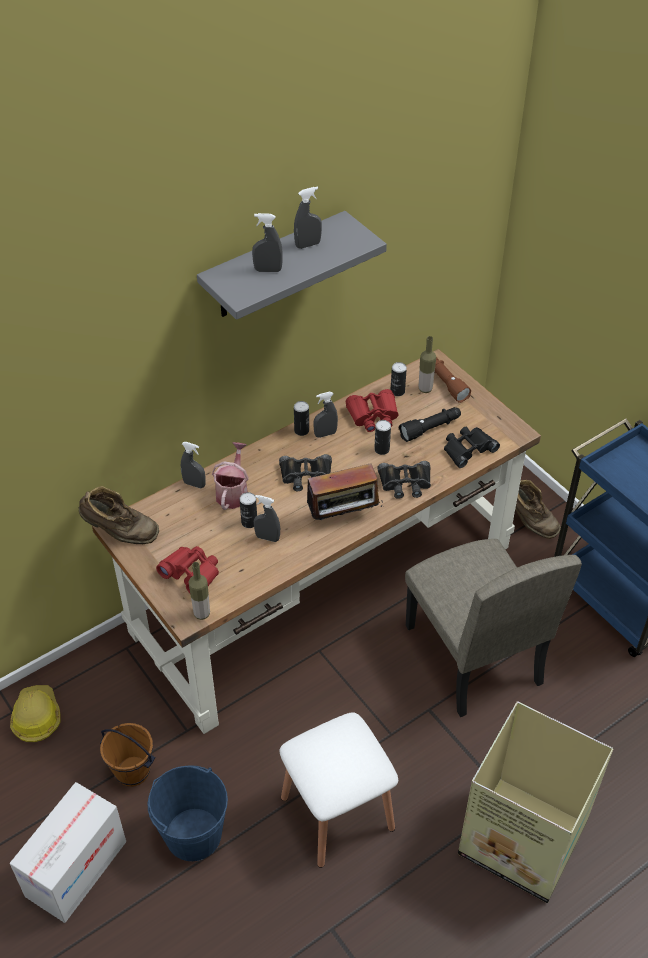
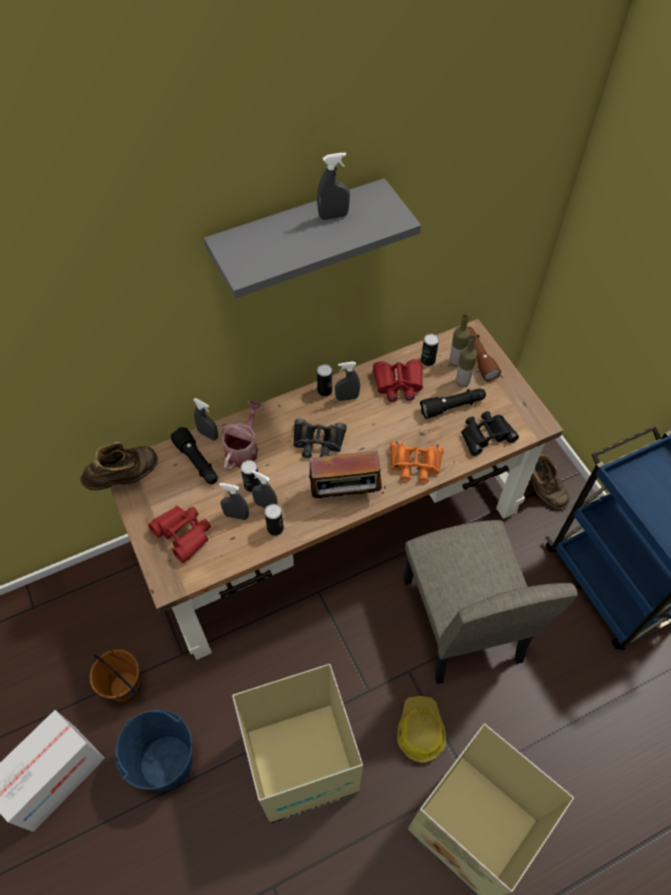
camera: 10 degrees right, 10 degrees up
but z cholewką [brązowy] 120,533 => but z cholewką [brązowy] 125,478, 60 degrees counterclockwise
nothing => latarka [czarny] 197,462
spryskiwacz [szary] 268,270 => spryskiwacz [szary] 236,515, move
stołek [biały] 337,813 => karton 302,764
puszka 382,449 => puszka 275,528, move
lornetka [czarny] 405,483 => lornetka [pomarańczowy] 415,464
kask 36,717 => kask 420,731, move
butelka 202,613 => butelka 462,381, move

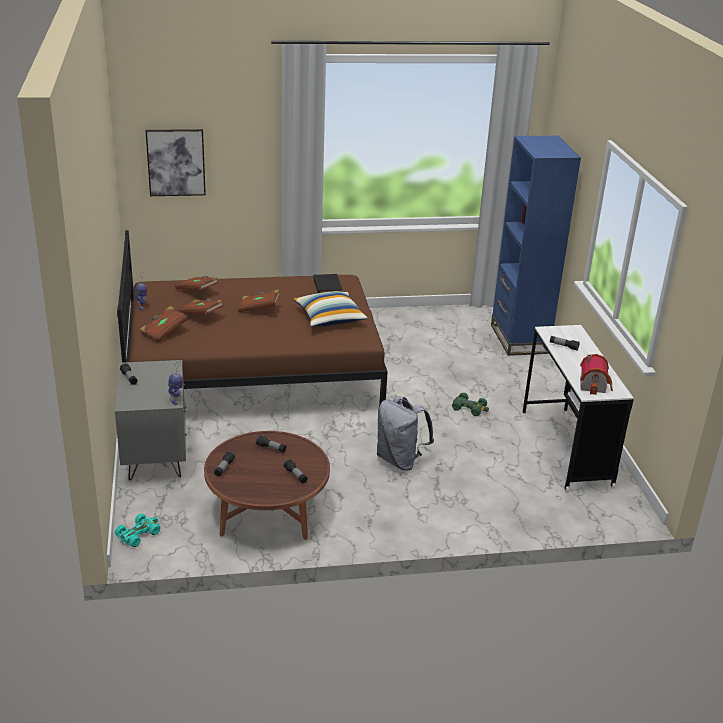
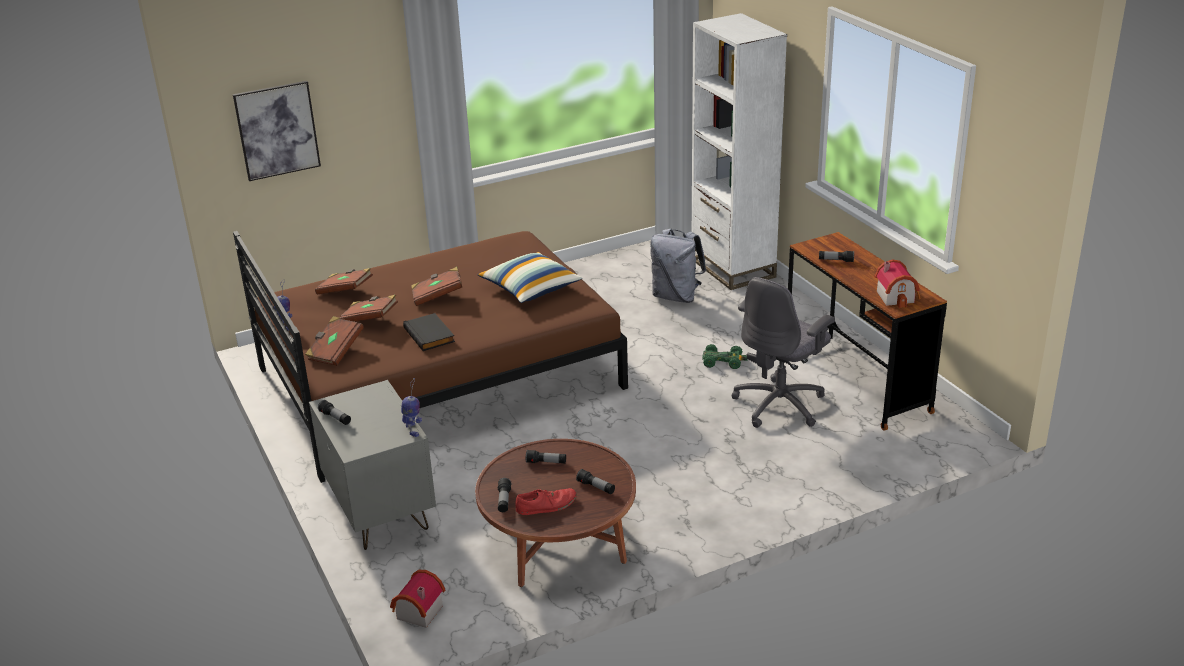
camera: 15 degrees left, 0 degrees up
samochodzik [turkusowy] 138,534 => domek 416,612
książka [czarny] 328,287 => książka [czarny] 430,335, move
nothing => but [czerwony] 546,506
plecak [szary] 400,460 => plecak [szary] 676,296, move
regał [niebieski] 519,339 => regał [biały] 732,268
nothing => krzesło biurowe [szary] 780,404
biurko [biały] 566,448 => biurko [brązowy] 856,381

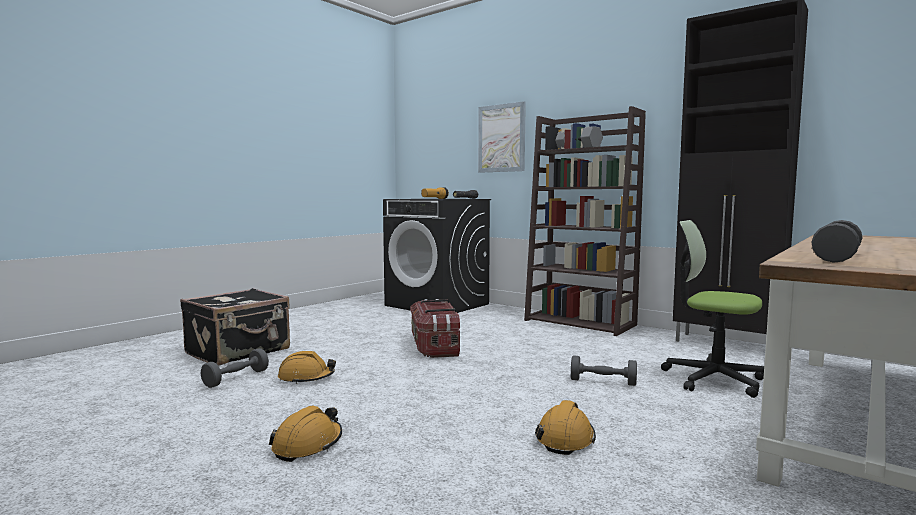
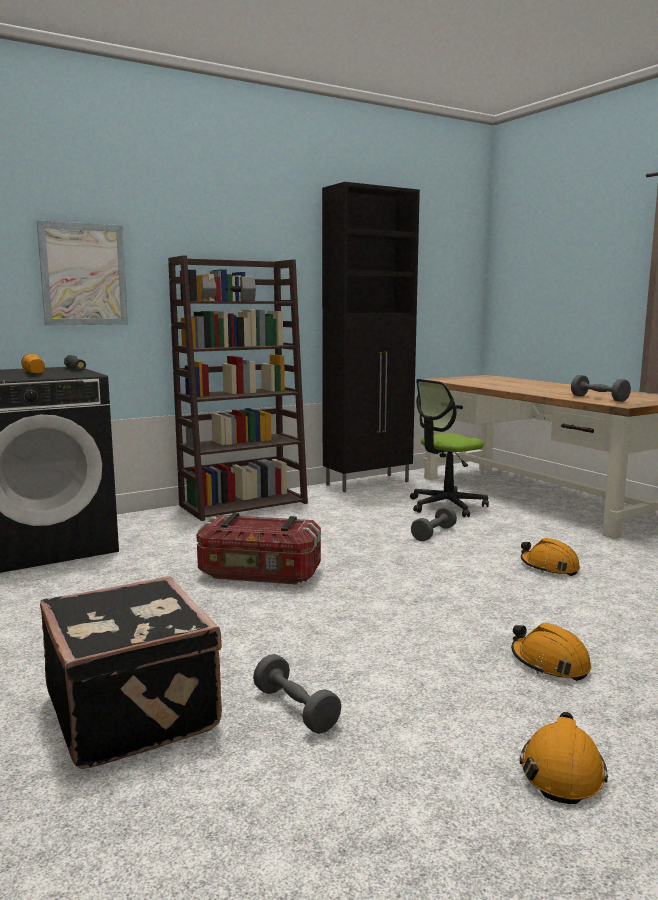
camera: 70 degrees left, 5 degrees up
kask [pomarańczowy] 306,378 => kask [pomarańczowy] 562,771, move

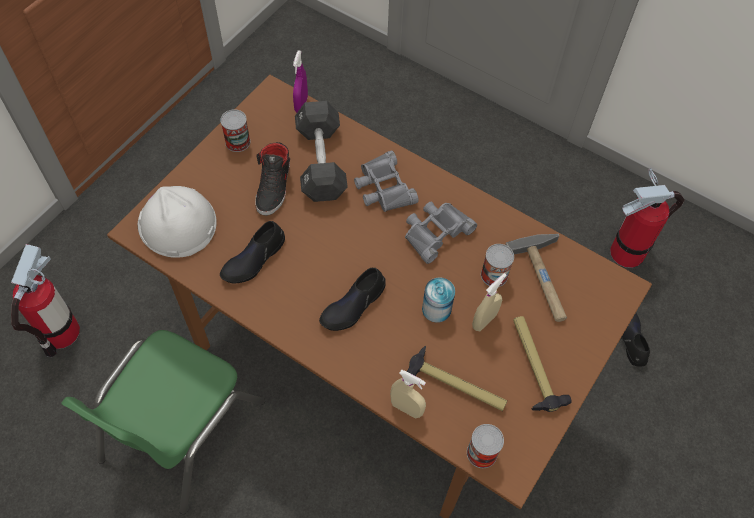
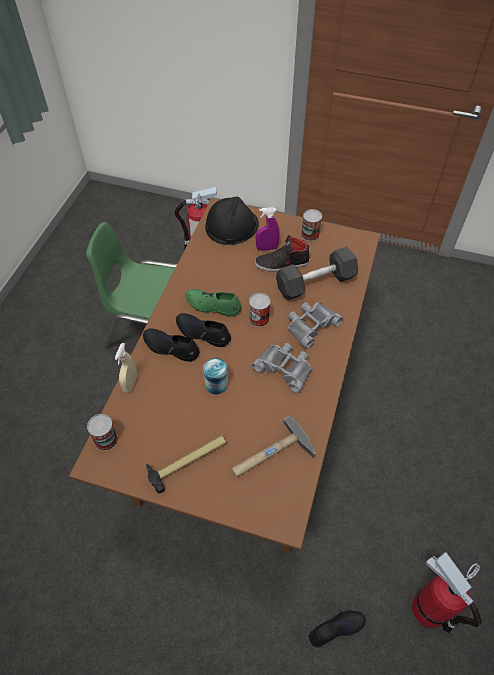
camera: 75 degrees right, 5 degrees down
but [czarny] 254,259 => but [czarny] 171,347, move
nothing => but [zielony] 213,305
kask [biały] 177,223 => kask [czarny] 231,225
puszka 494,275 => puszka 259,318, move
spryskiwacz [fioletowy] 301,105 => spryskiwacz [fioletowy] 267,248, move
młotek 456,385 => nothing
spryskiwacz [beżowy] 484,321 => nothing

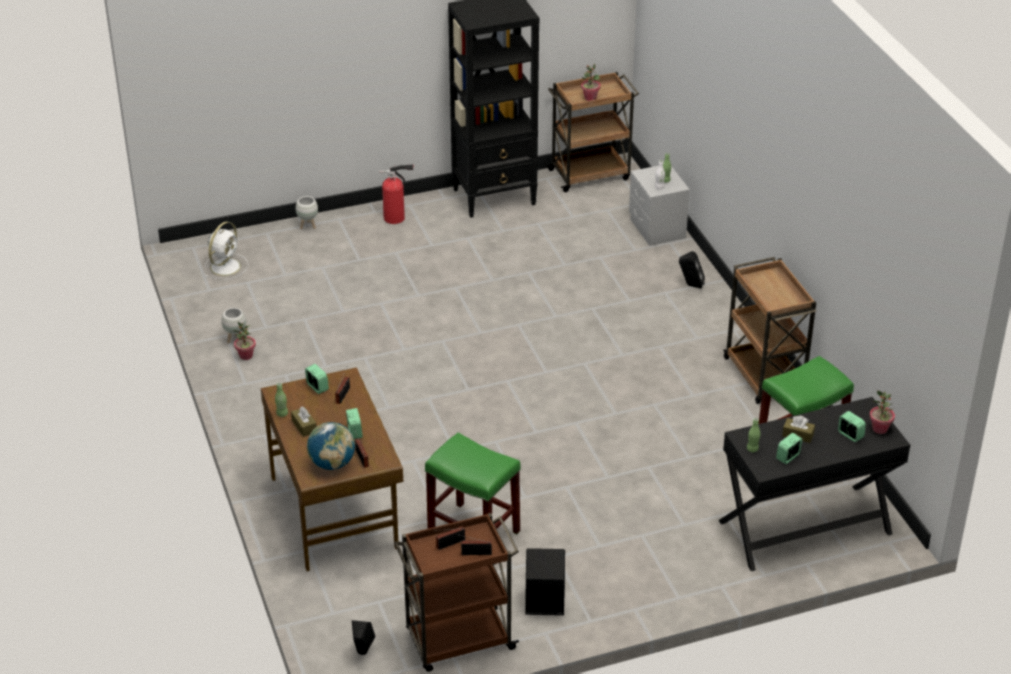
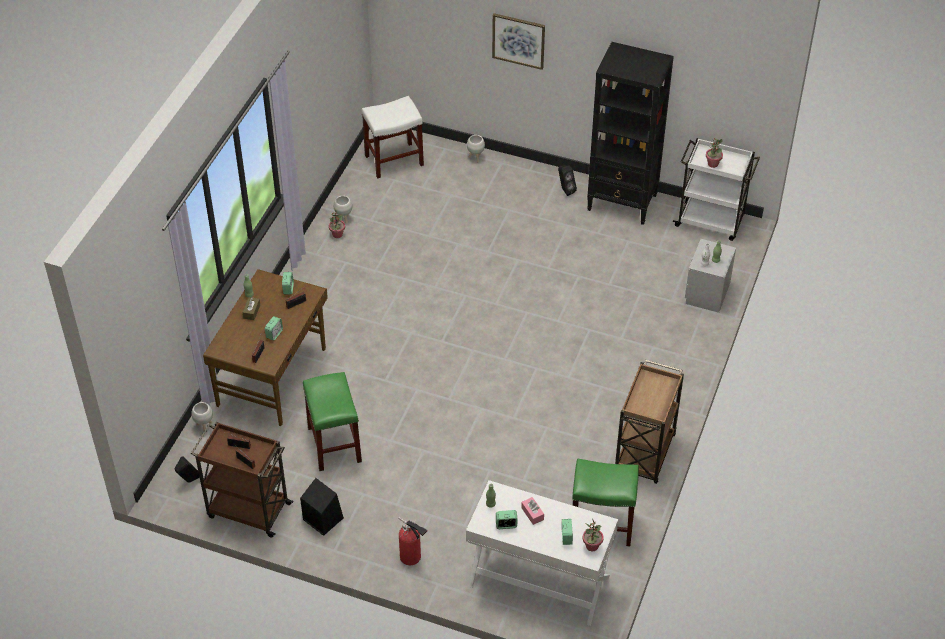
camera: 40 degrees right, 10 degrees up
nothing => donica [biały] 204,426
wentylator [biały] 226,266 => stołek [biały] 394,160
gaśnica 396,218 => gaśnica 412,558, move
biurko [czarny] 805,528 => biurko [biały] 538,581
nothing => obraz 518,40
pudełko chusteczek [brązowy] 798,435 => pudełko chusteczek [różowy] 532,513
głośnik [czarny] 690,285 => głośnik [czarny] 565,190, move
wózek [brązowy] 590,174 => wózek [biały] 711,221
globus 332,464 => nothing

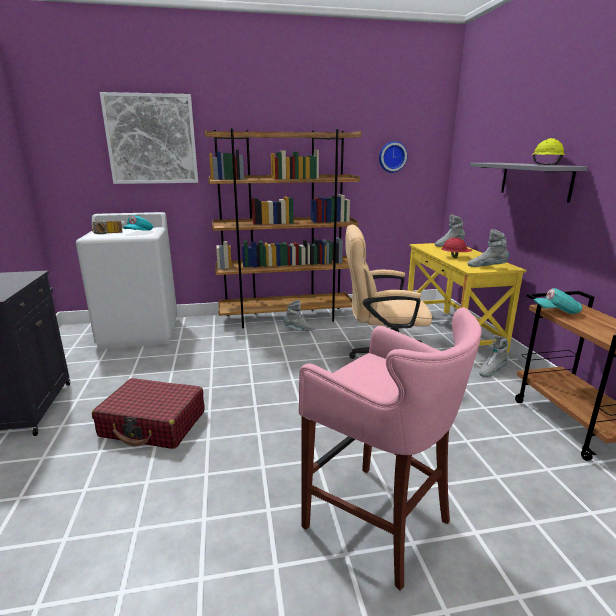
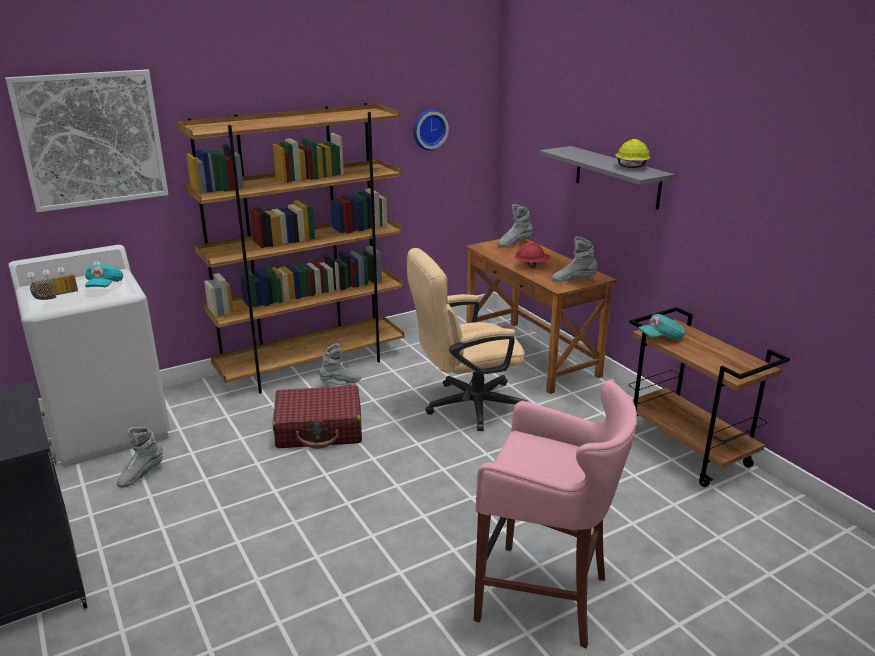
camera: 20 degrees left, 5 degrees up
but z cholewką [szary] 492,371 => but z cholewką [szary] 141,475, move
walizka [czerwony] 153,424 => walizka [czerwony] 319,429, move
biurko [żółty] 451,333 => biurko [brązowy] 531,355

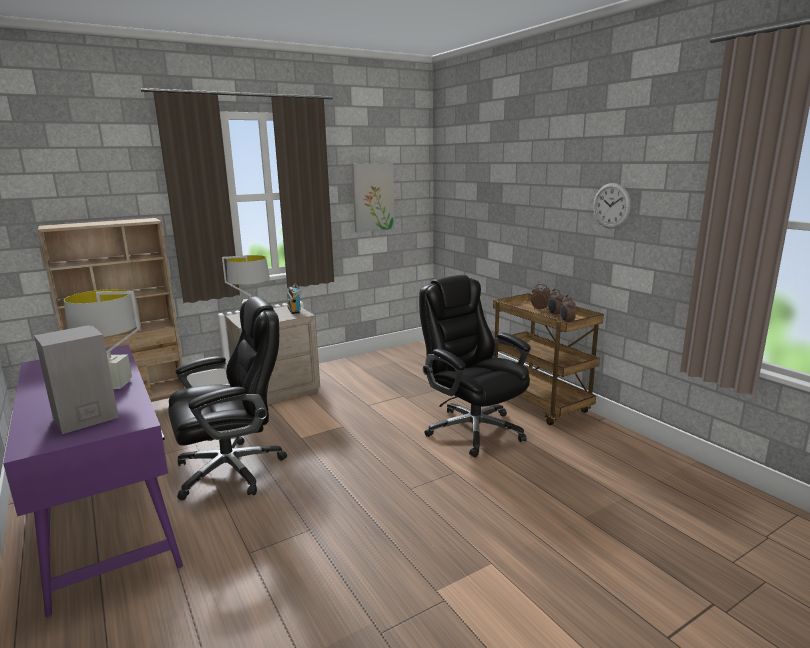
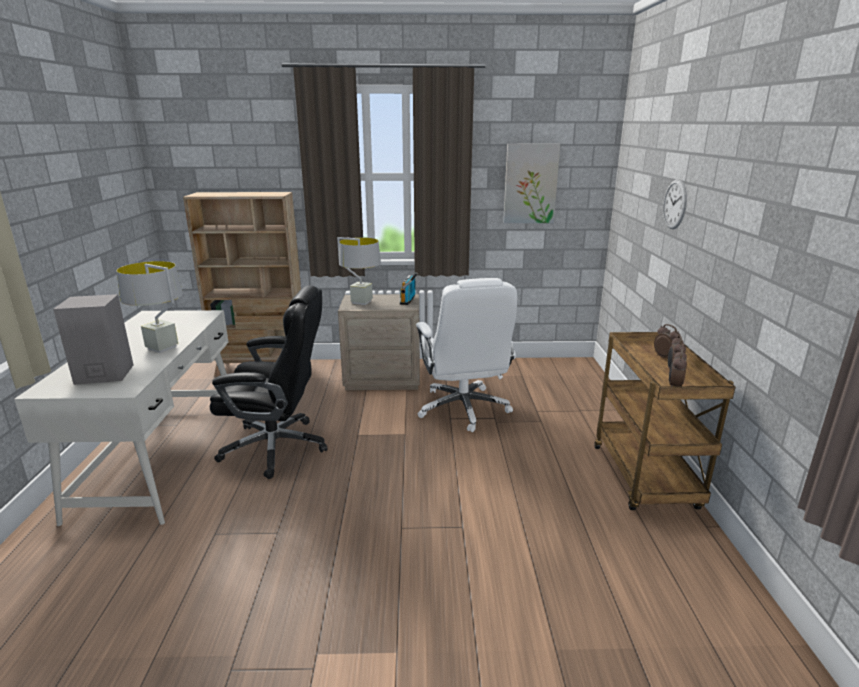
camera: 30 degrees right, 5 degrees up
biurko [fioletowy] 108,515 => biurko [biały] 163,455
nothing => krzesło biurowe [biały] 463,409
zegar ścienny 611,205 => zegar ścienny 675,204, move
krzesło biurowe [czarny] 473,429 => nothing

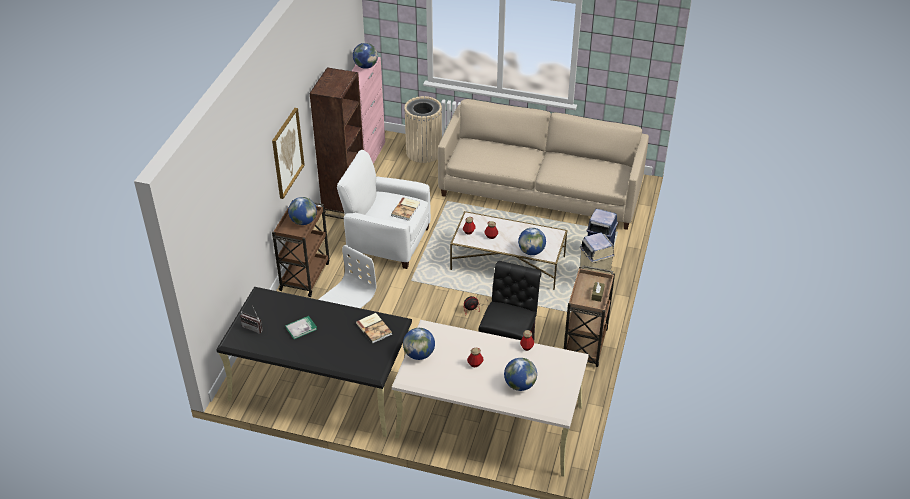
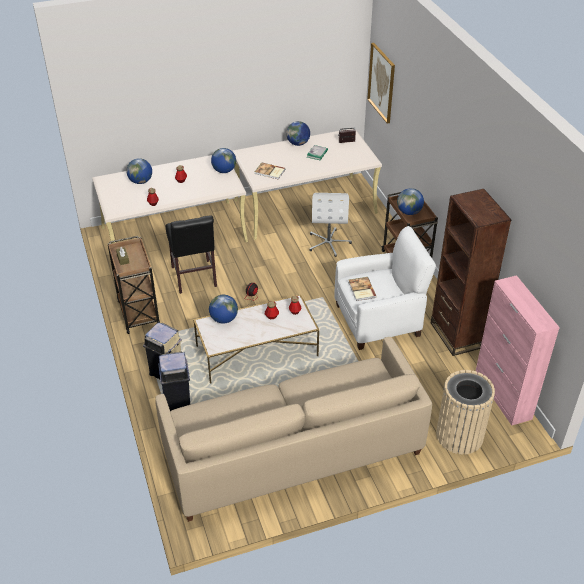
camera: 145 degrees right, 0 degrees up
biurko [czarny] 321,385 => biurko [beżowy] 305,206
globus 366,66 => globus 298,143, move
obraz 287,153 => obraz 382,82, move

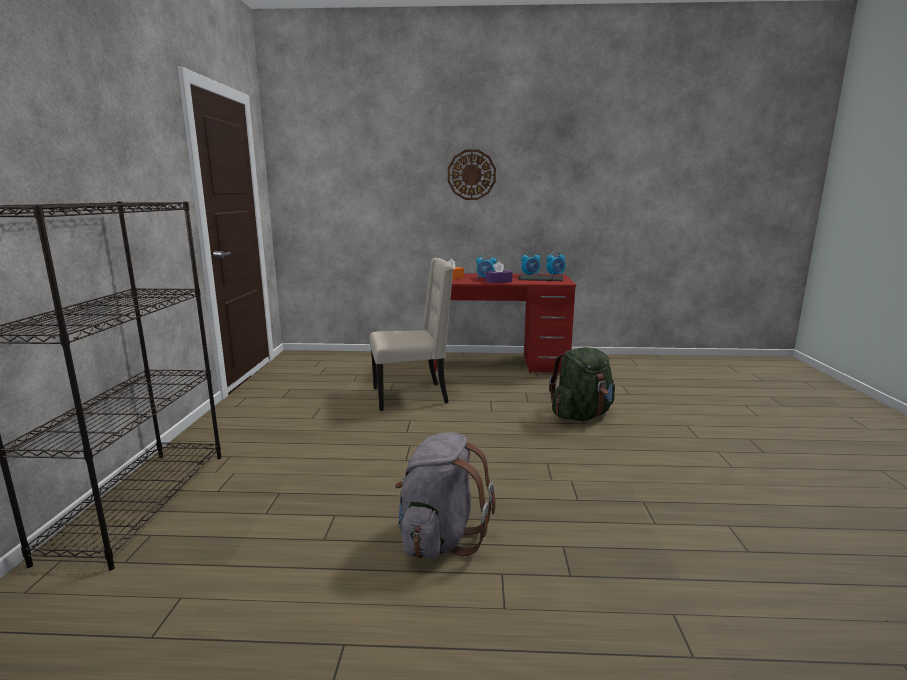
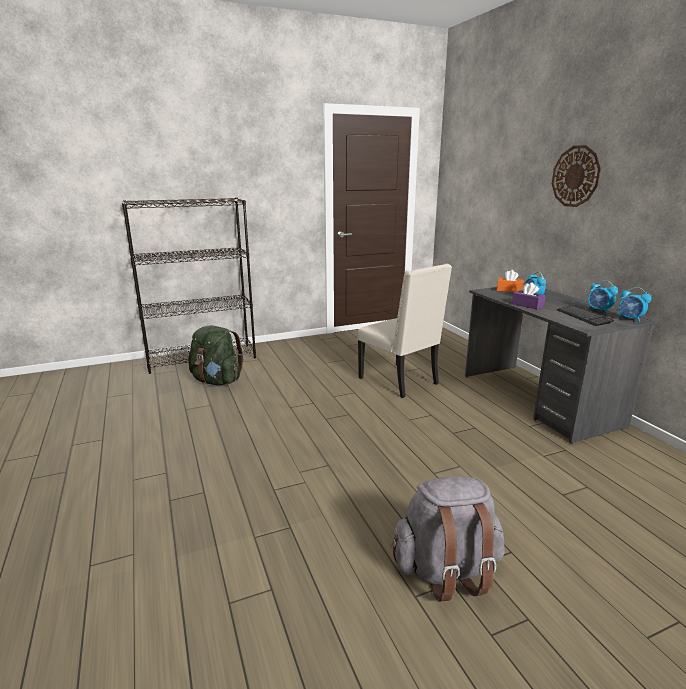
camera: 65 degrees right, 5 degrees up
plecak [zielony] 581,415 => plecak [zielony] 217,381, move
plecak [szary] 440,538 => plecak [szary] 446,570, move
biurko [czerwony] 500,363 => biurko [szary] 537,399

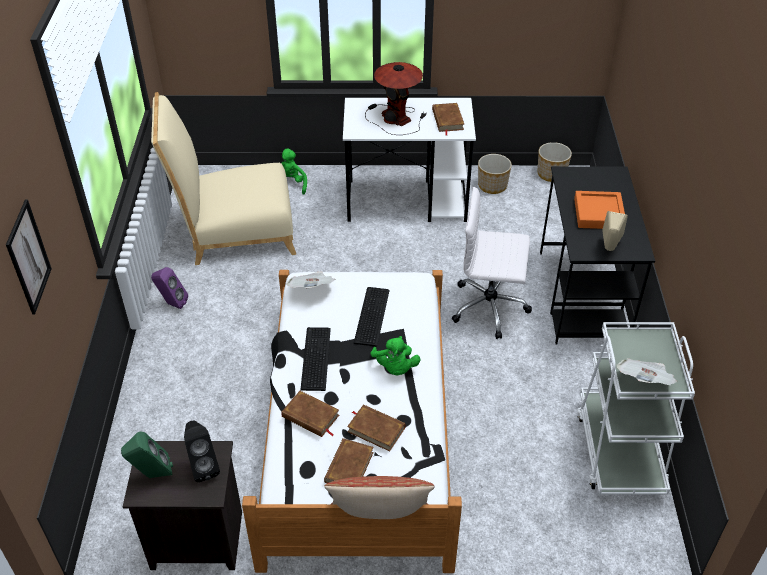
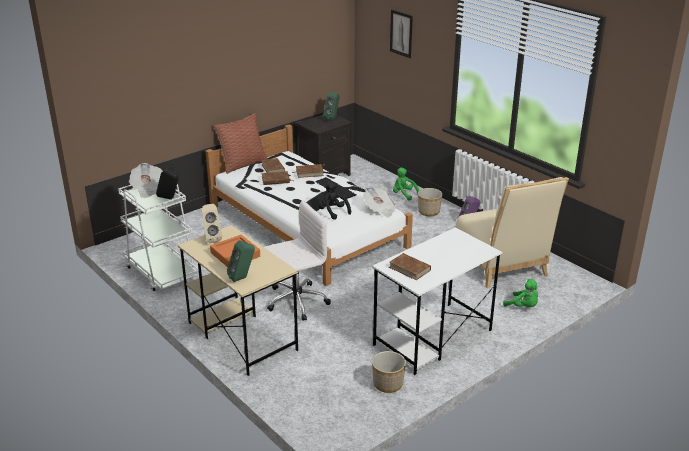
camera: 140 degrees right, 15 degrees down
głośnik [czarny] 203,467 => głośnik [czarny] 170,199, move
biurko [czarny] 582,297 => biurko [beżowy] 241,336
nothing => głośnik [zielony] 242,278
klawiatura 370,317 => pluszak [czarny] 333,212
pluszak [zielony] 395,368 => pluszak [zielony] 404,194, move
donica 552,174 => donica 428,211, move
krzesło [beżowy] 234,232 => krzesło [beżowy] 502,265, 120 degrees clockwise
lampa stołowa 396,118 => nothing

